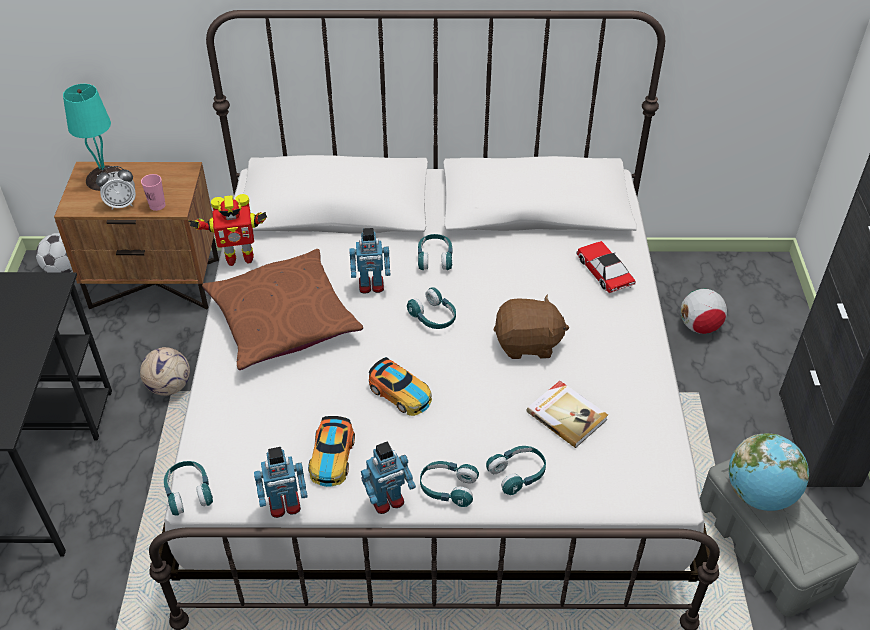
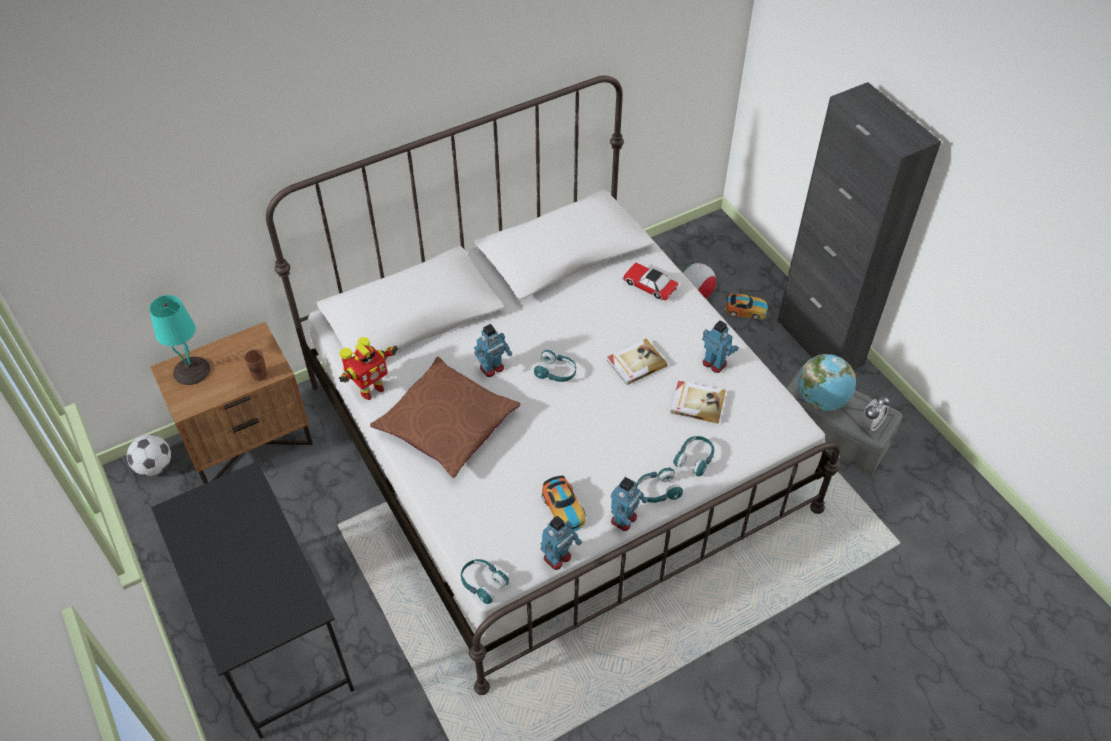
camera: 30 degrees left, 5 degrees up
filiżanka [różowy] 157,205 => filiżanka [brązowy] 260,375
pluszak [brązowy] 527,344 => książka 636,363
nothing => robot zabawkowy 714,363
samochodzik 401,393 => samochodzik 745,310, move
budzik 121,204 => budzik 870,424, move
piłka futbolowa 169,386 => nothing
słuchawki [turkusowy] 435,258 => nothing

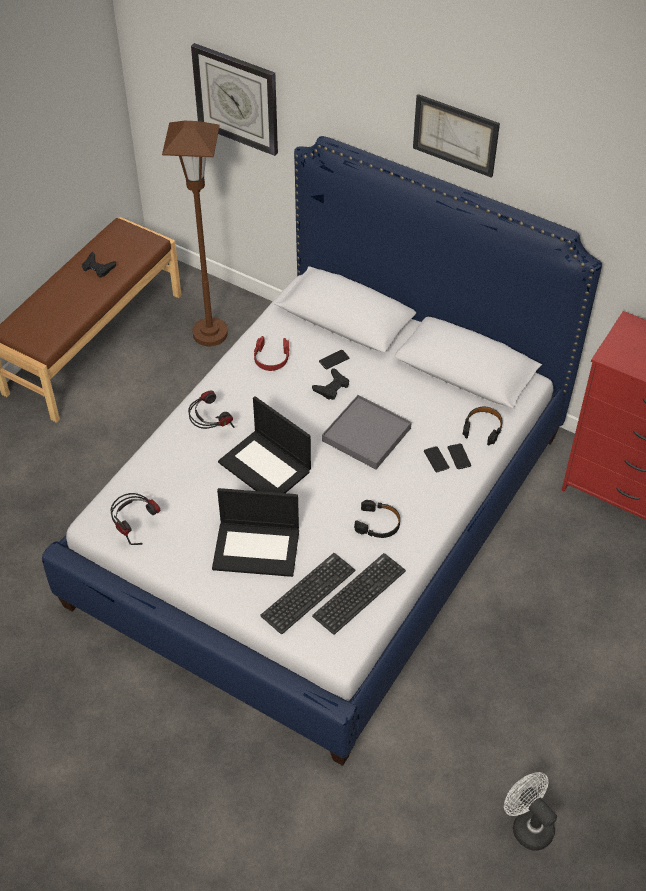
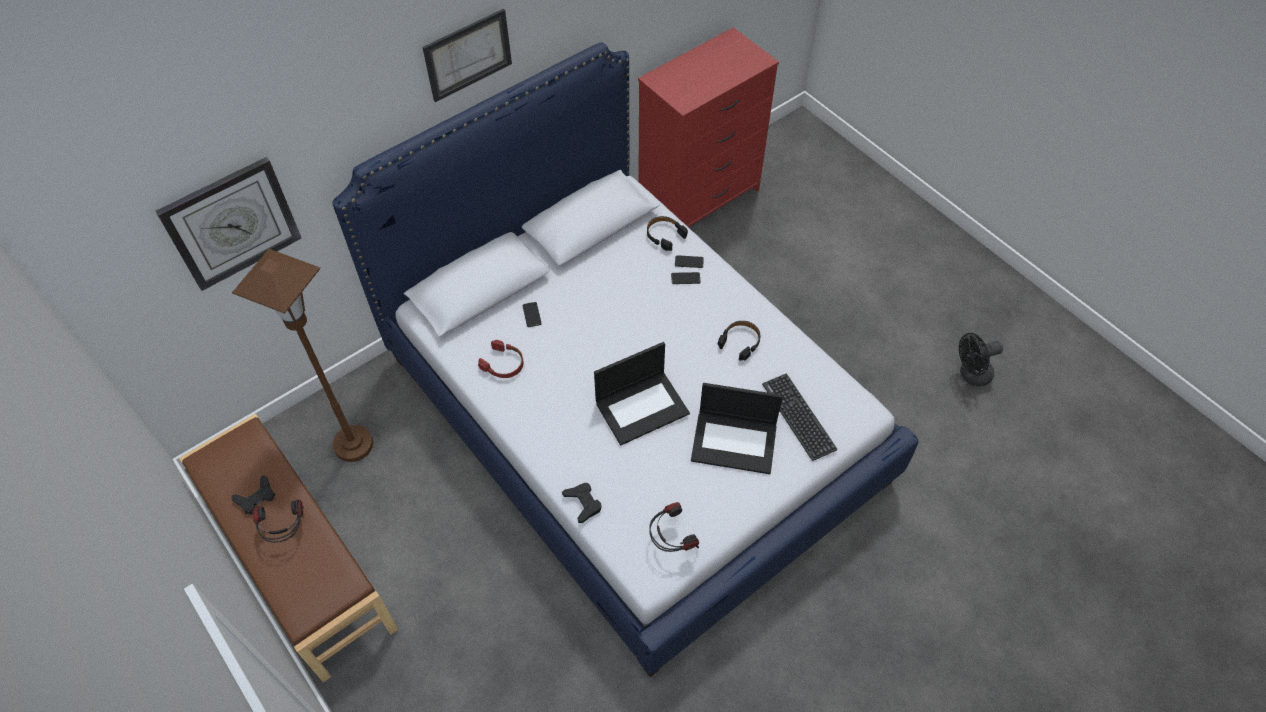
camera: 70 degrees left, 5 degrees up
słuchawki 210,427 => słuchawki 285,531, move
pad do gier [czarny] 332,387 => pad do gier [czarny] 583,503, move
laptop 257,548 => laptop 735,442, 75 degrees clockwise
wentylator [biały] 527,825 => wentylator [czarny] 970,375
klawiatura 359,593 => nothing
taca [szary] 366,435 => nothing

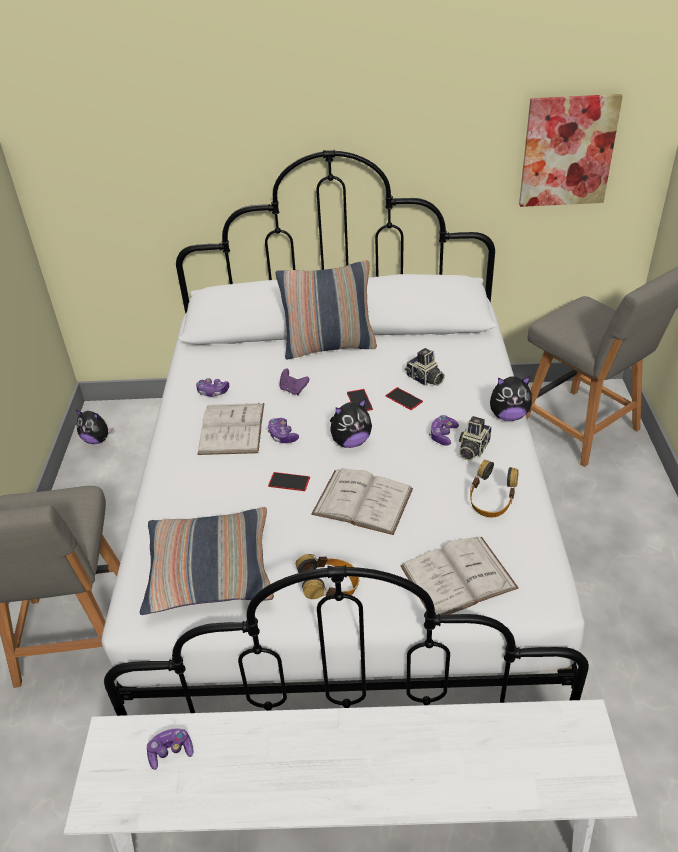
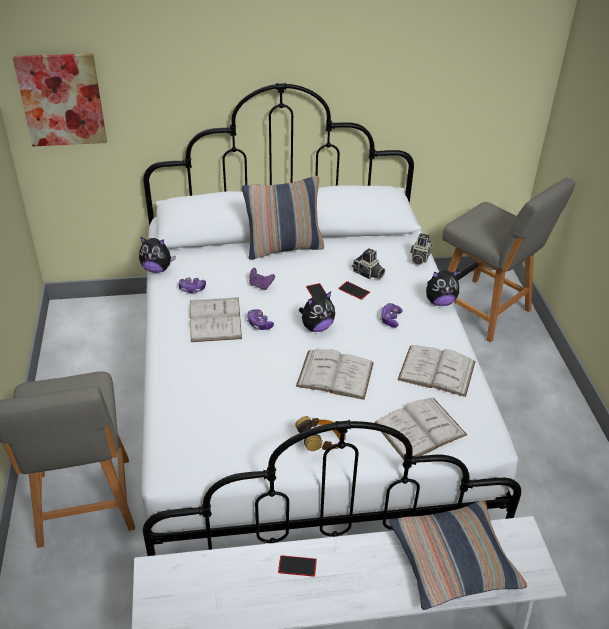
camera: 10 degrees left, 0 degrees up
obraz 567,151 => obraz 62,100, move
pluszak 97,440 => pluszak 157,269, move
telefon 289,481 => telefon 297,566, move
poduszka 210,570 => poduszka 453,561, move
słuchawki 491,502 => książka [biały] 436,370
aparat fotograficzny 472,449 => aparat fotograficzny 419,258, move
pad do gier 171,752 => nothing

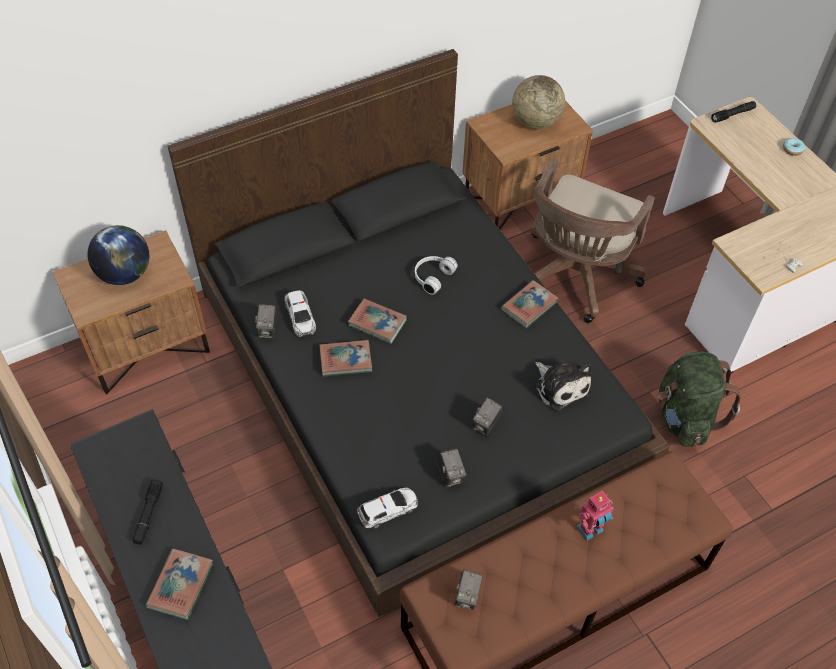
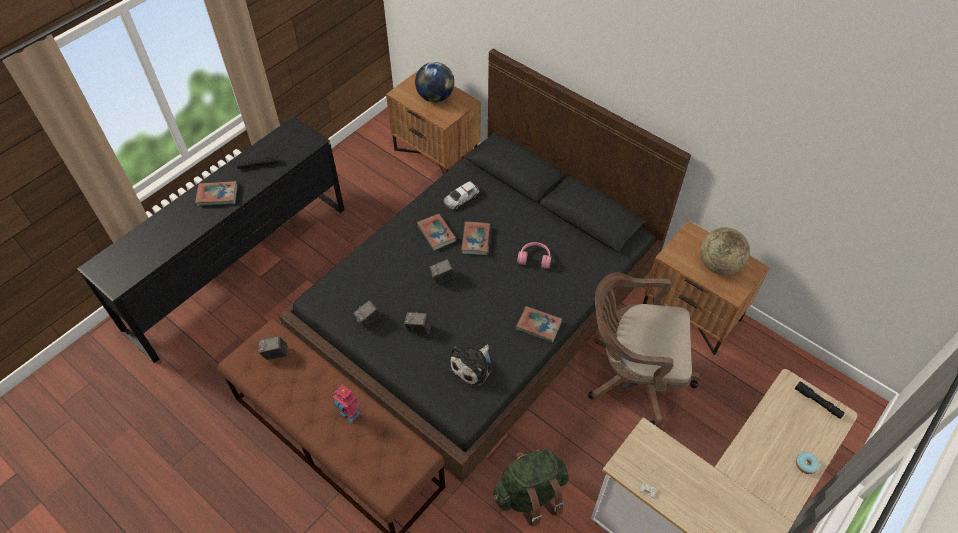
camera: 70 degrees right, 0 degrees up
aparat fotograficzny 267,329 => aparat fotograficzny 443,278, move
słuchawki [biały] 432,277 => słuchawki [różowy] 535,258
samochodzik 388,510 => nothing

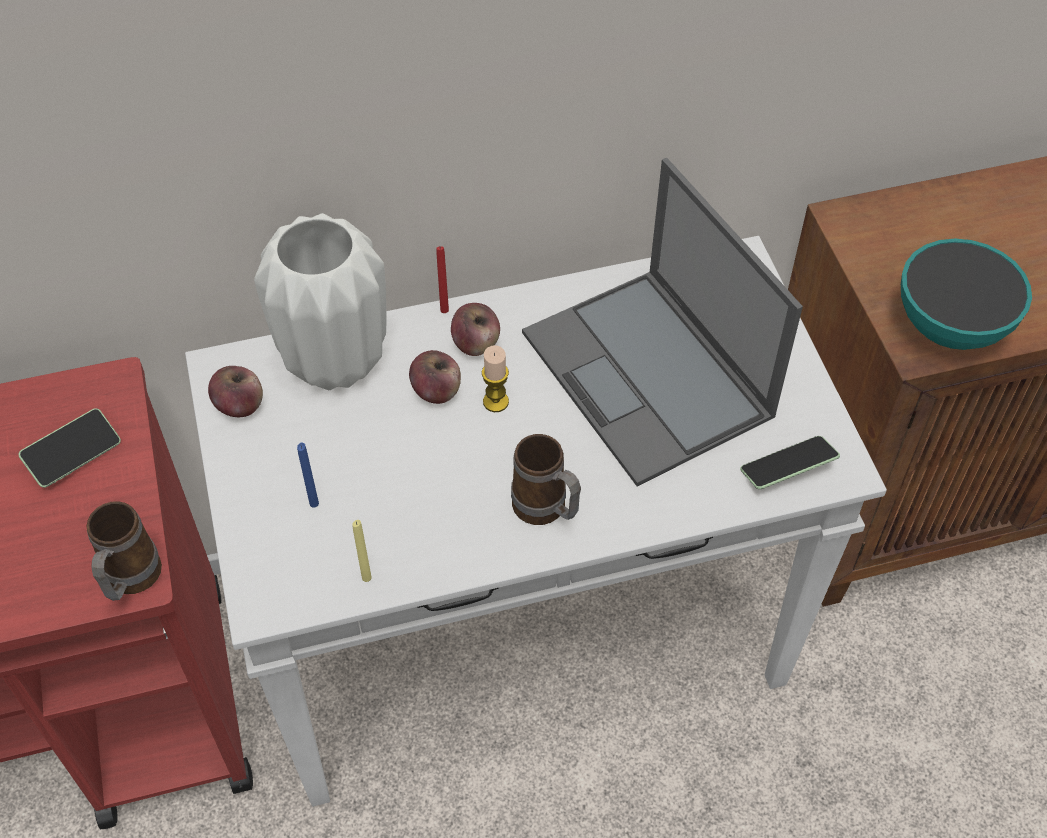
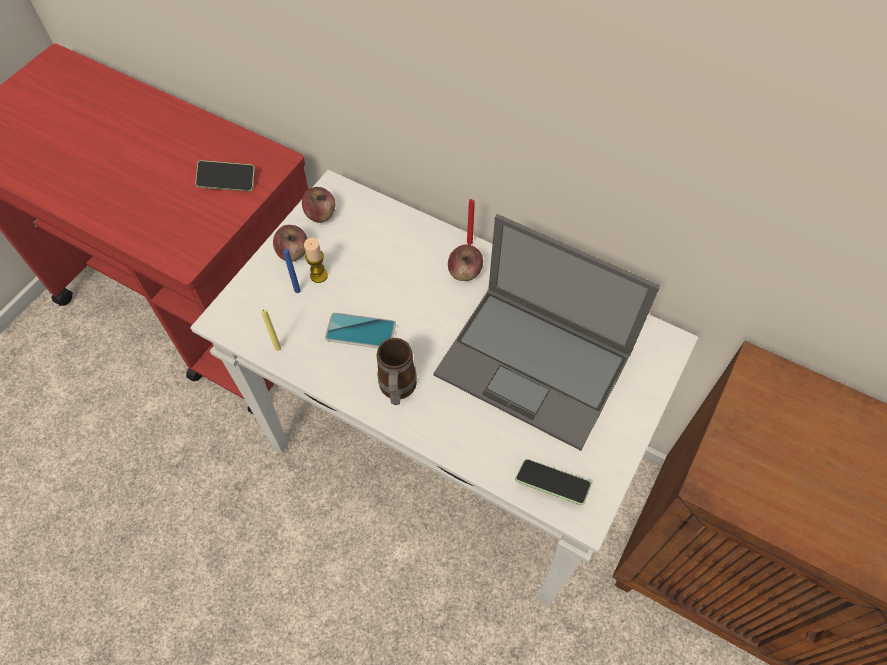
camera: 45 degrees right, 5 degrees up
jabłko 436,391 => jabłko 293,252, move
świeca 495,402 => świeca 319,275, move
nothing => telefon 360,331
laptop 649,376 => laptop 535,365, 75 degrees counterclockwise
kubek 130,582 => nothing
wazon [biały] 334,362 => nothing
miska 950,326 => nothing

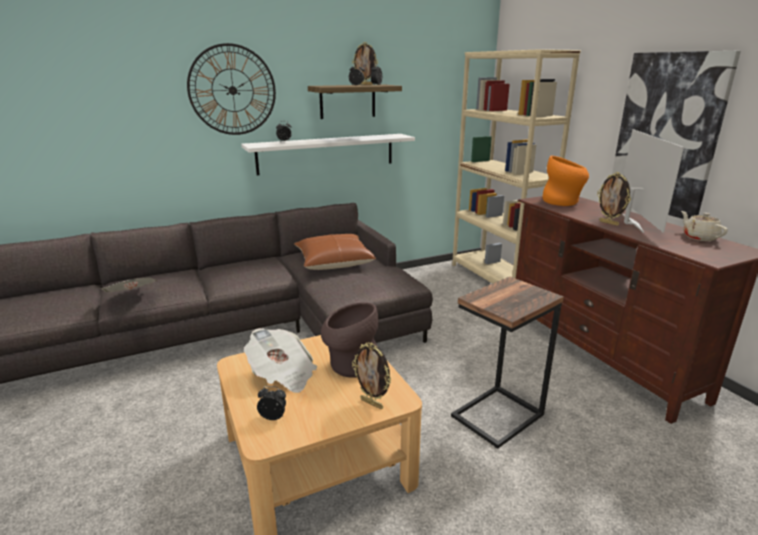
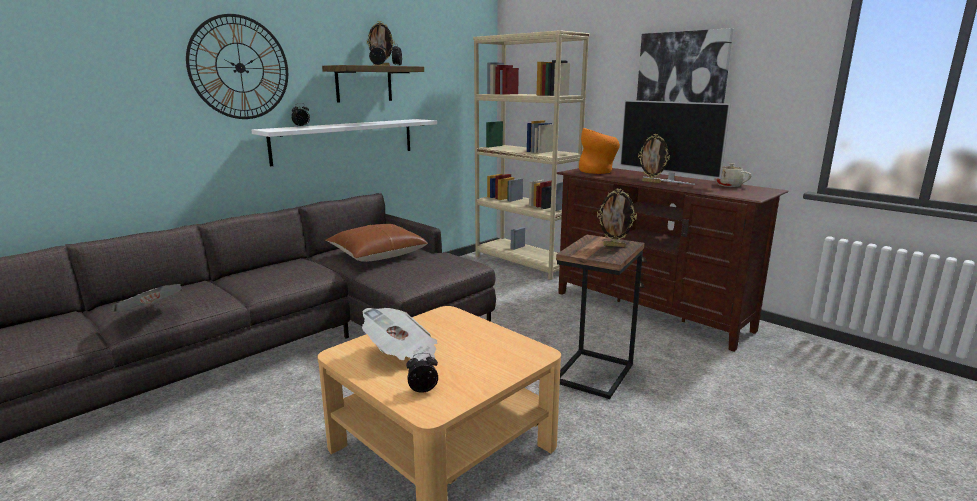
camera: 20 degrees left, 5 degrees down
ramka na zdjęcie 372,403 => ramka na zdjęcie 614,245, move
telewizor 631,223 => telewizor 668,180, 150 degrees clockwise
wazon [brązowy] 350,364 => nothing

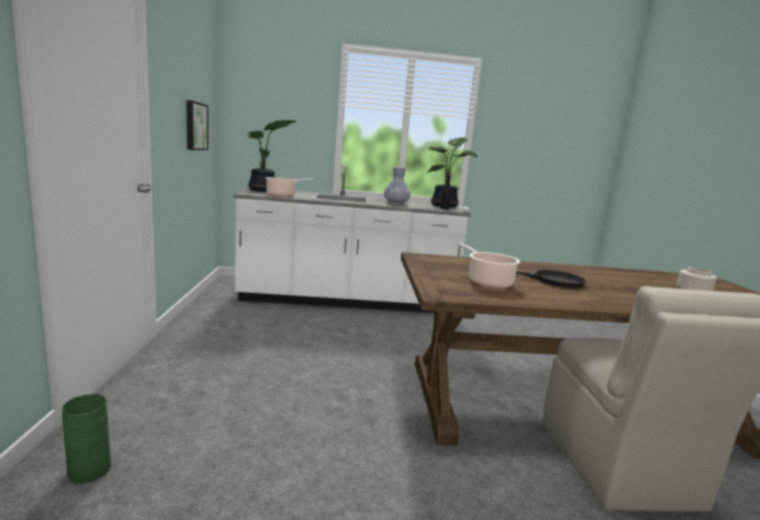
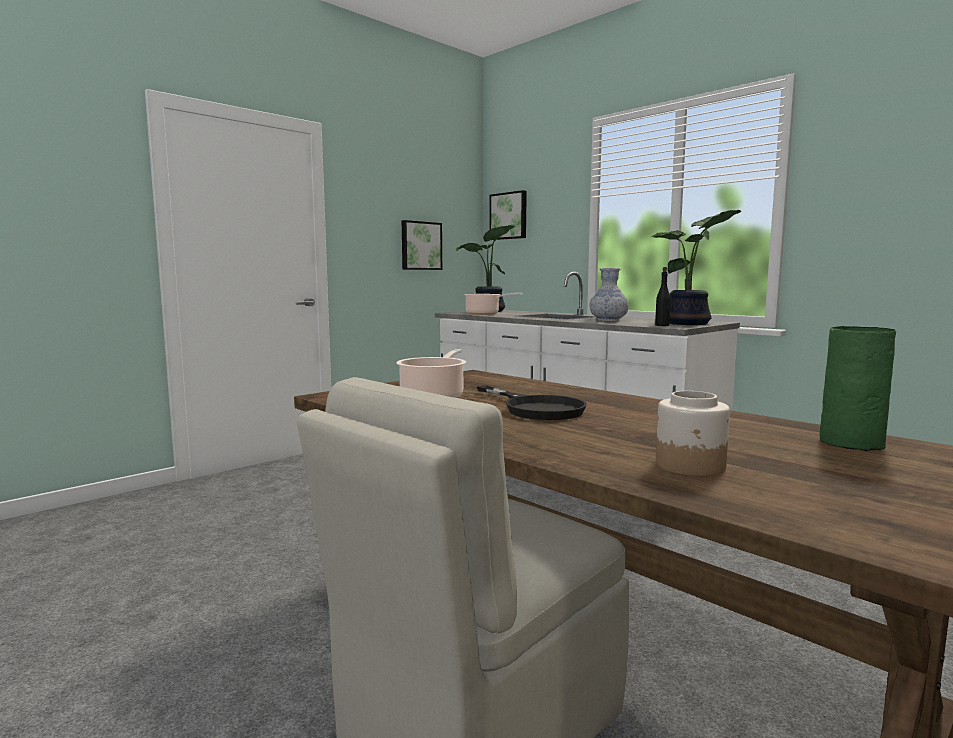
camera: 50 degrees right, 5 degrees down
nothing => obraz 509,216
wazon [zielony] 89,470 => wazon [zielony] 850,442, move

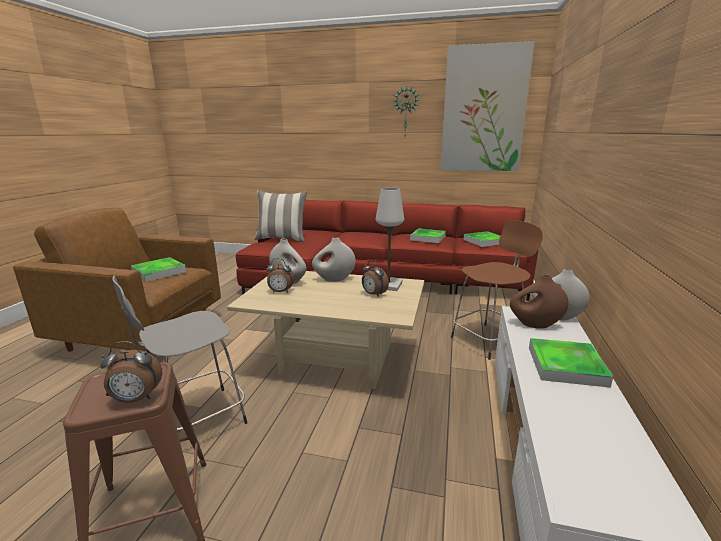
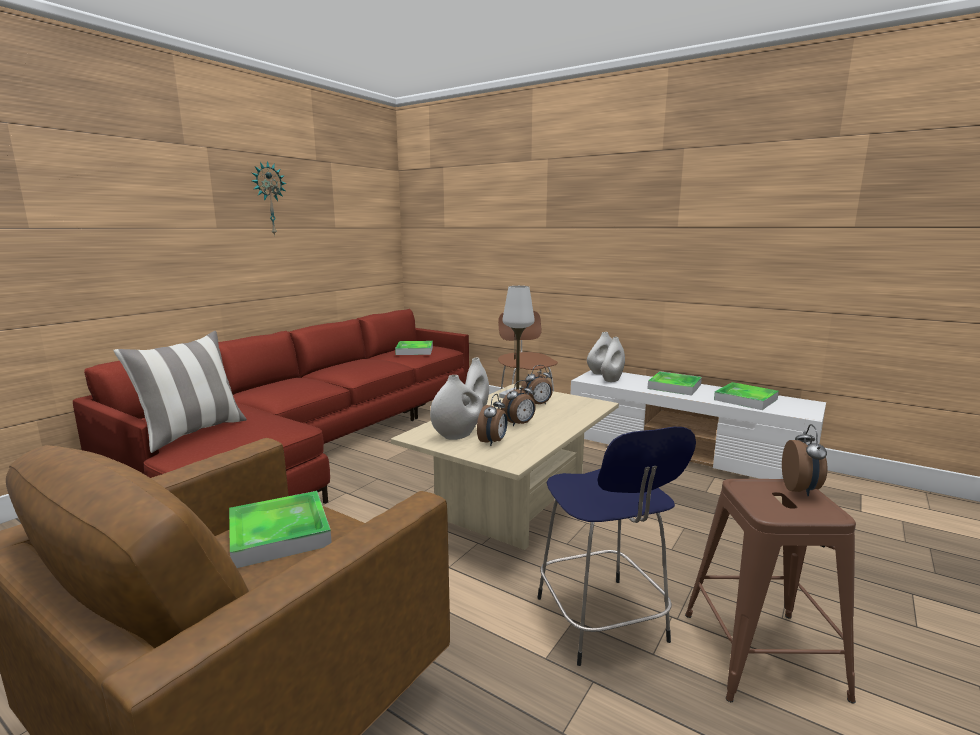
camera: 70 degrees left, 5 degrees down
nothing => budzik 519,424
stołek [szary] 197,420 => stołek [niebieski] 602,622
wazon [brązowy] 535,325 => wazon [biały] 612,380
taca 428,238 => taca 745,399, move
obraz 484,110 => nothing

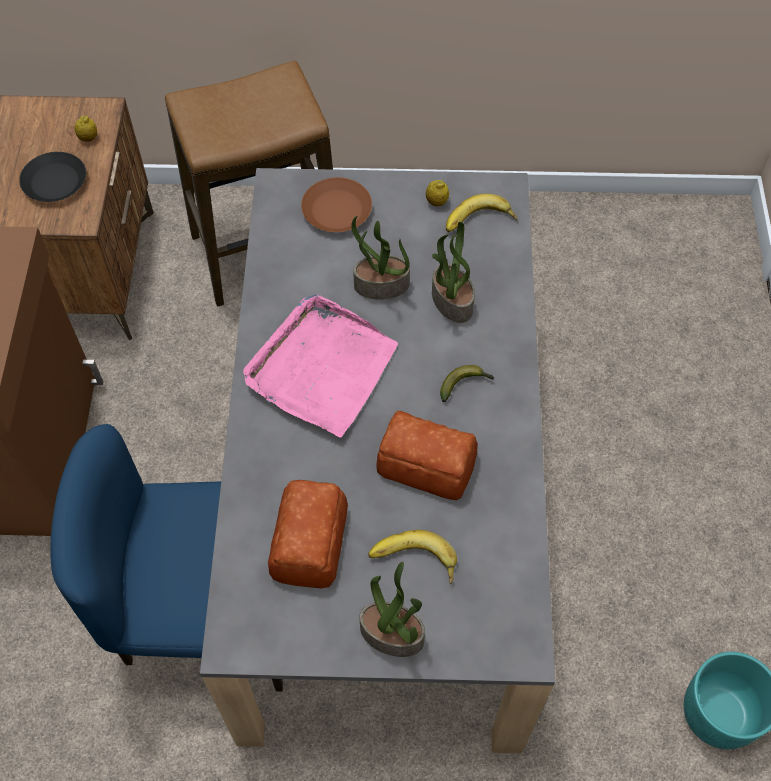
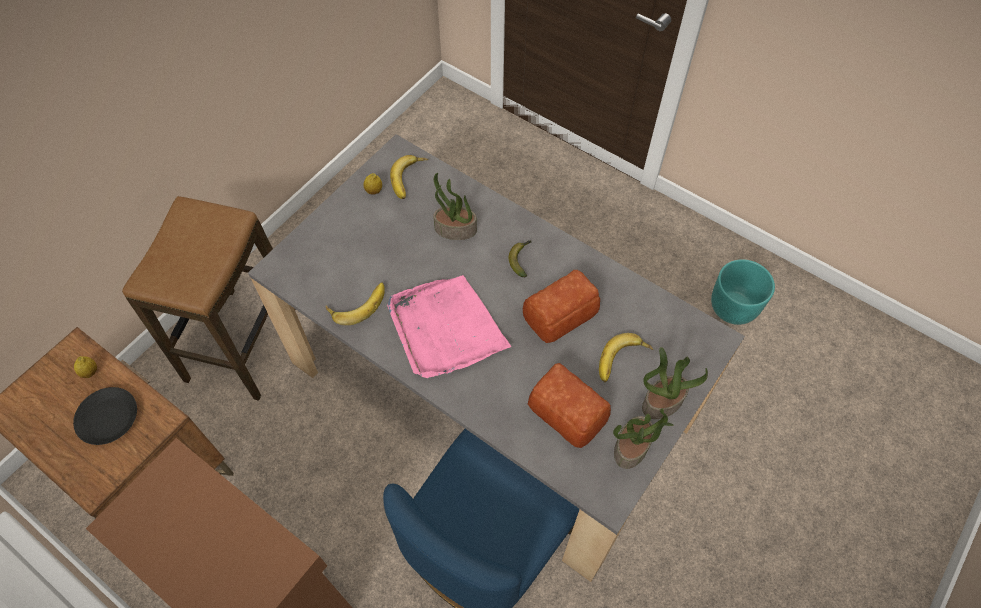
camera: 55 degrees left, 0 degrees up
nothing => banan 357,303
roślina doniczkowa 381,286 => roślina doniczkowa 632,447, move
talerz [brązowy] 337,211 => nothing

